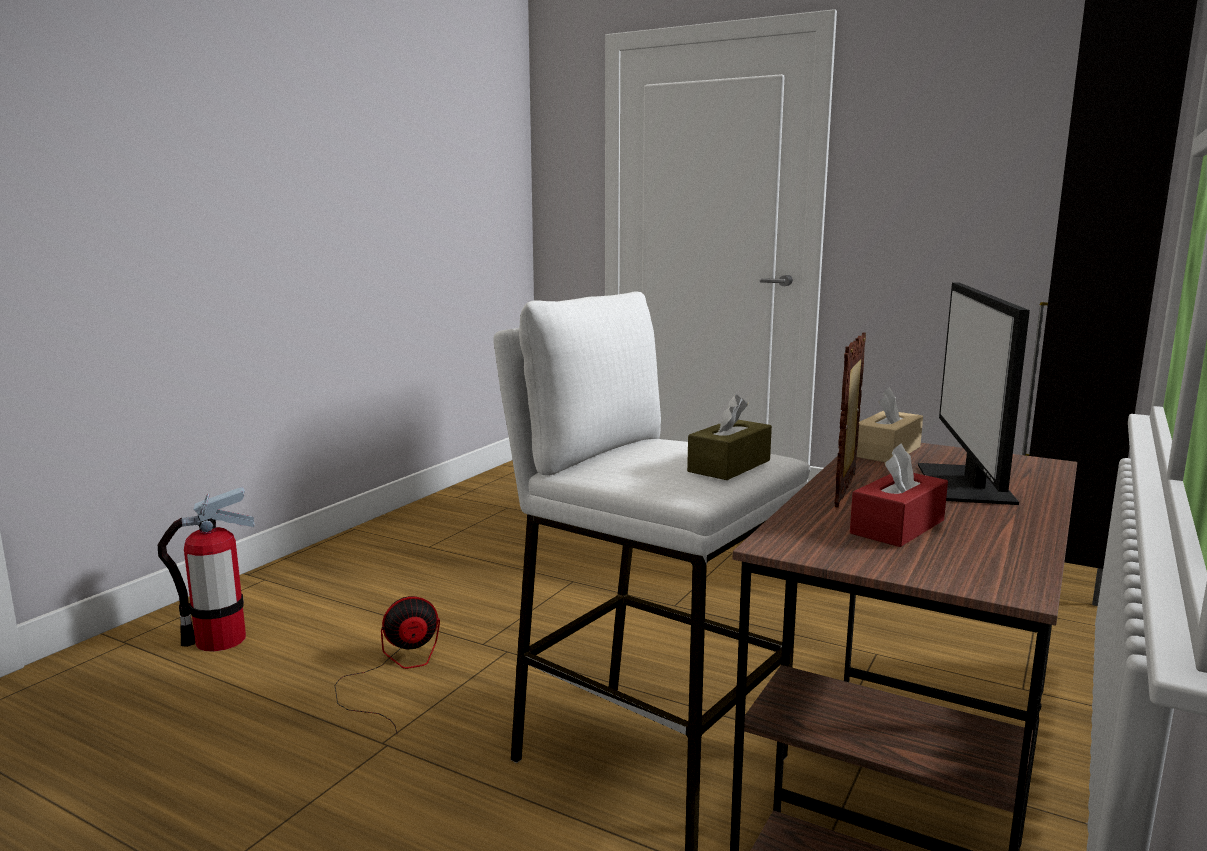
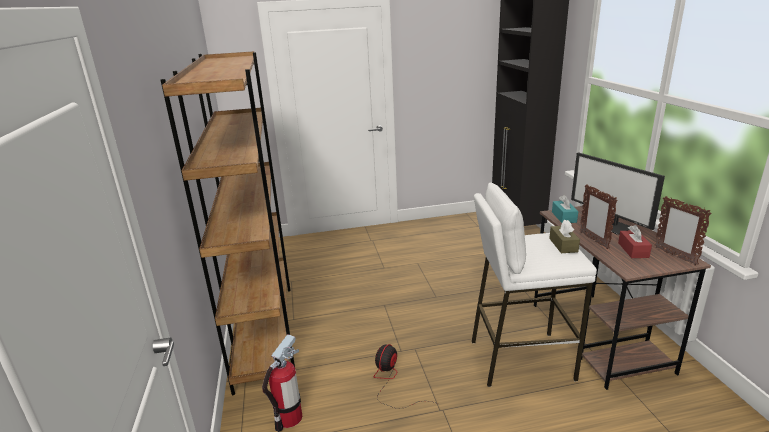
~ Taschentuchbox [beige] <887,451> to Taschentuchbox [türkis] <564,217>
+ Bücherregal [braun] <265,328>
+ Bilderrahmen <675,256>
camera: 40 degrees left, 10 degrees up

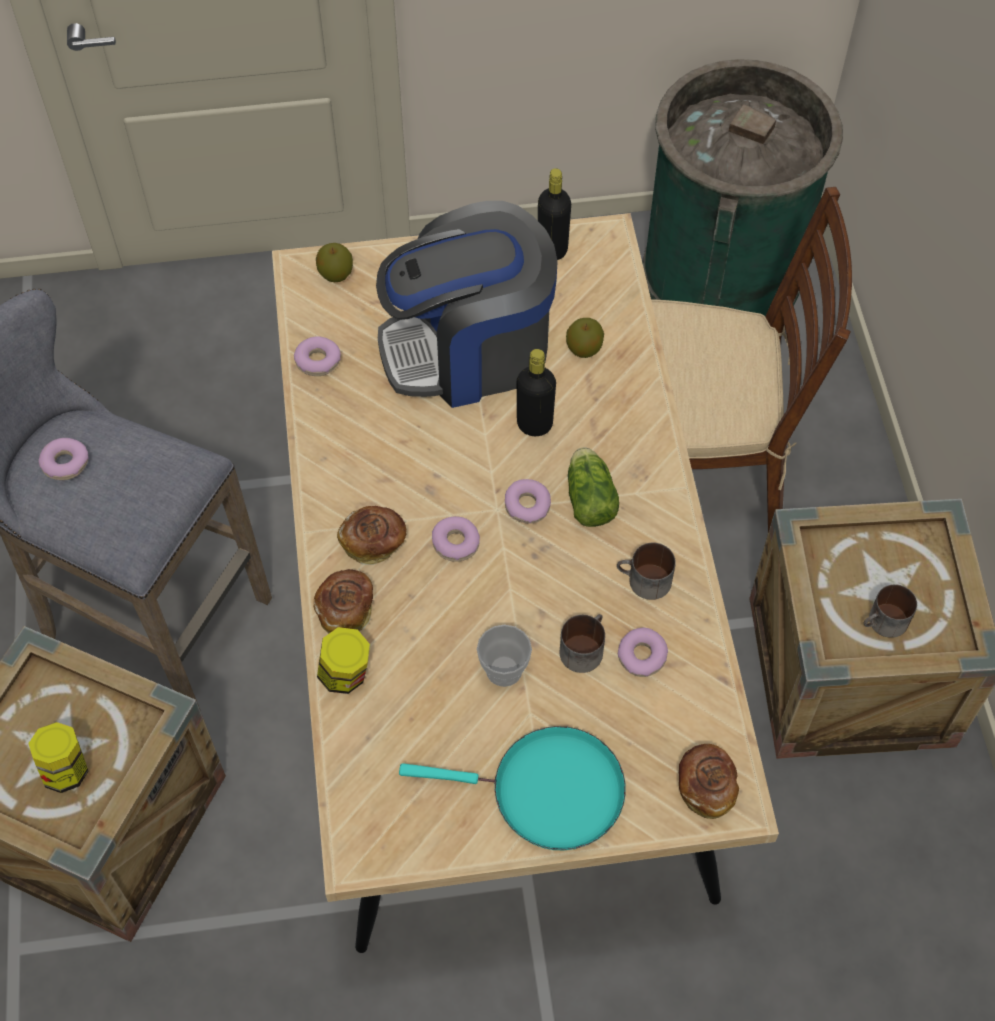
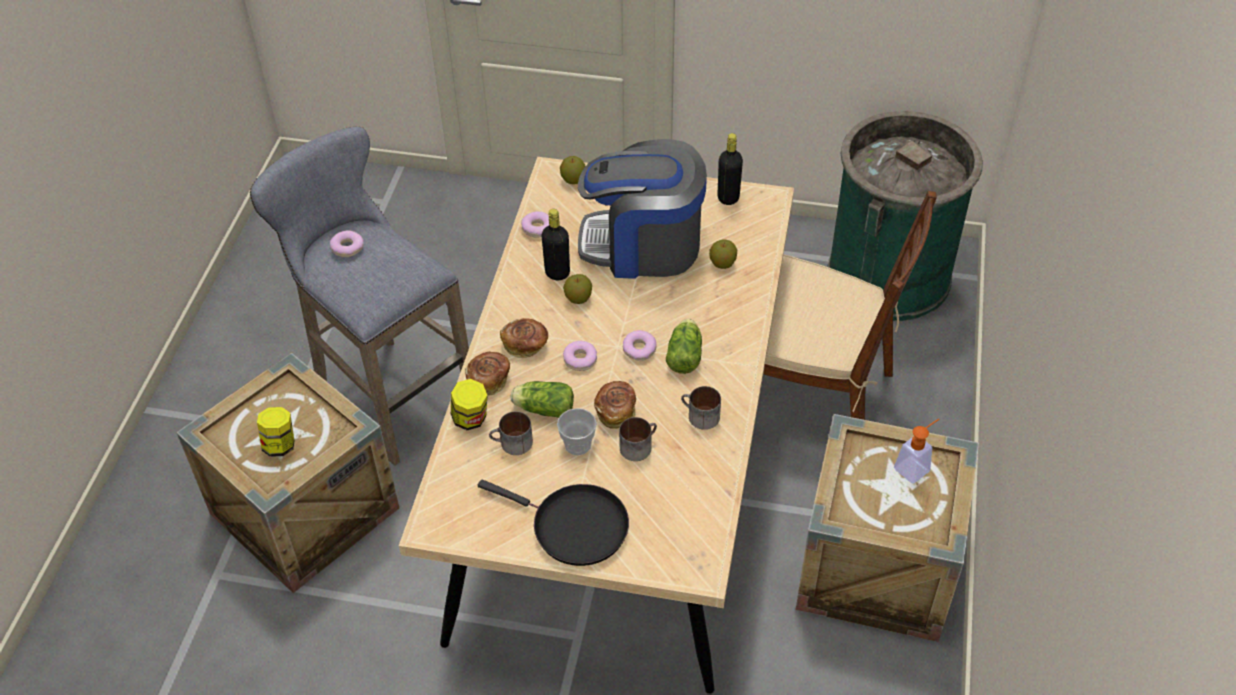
~ Pfanne [türkis] <548,792> to Pfanne [schwarz] <574,527>
~ Flasche [schwarz] <534,424> to <557,273>
- Donut <641,656>
~ Brot <706,787> to <616,411>
~ Henkelbecher <884,623> to <512,444>
+ Salatkopf <542,409>
+ Apfel <578,298>
+ Seifenspender <915,466>
camera: 20 degrees right, 10 degrees down

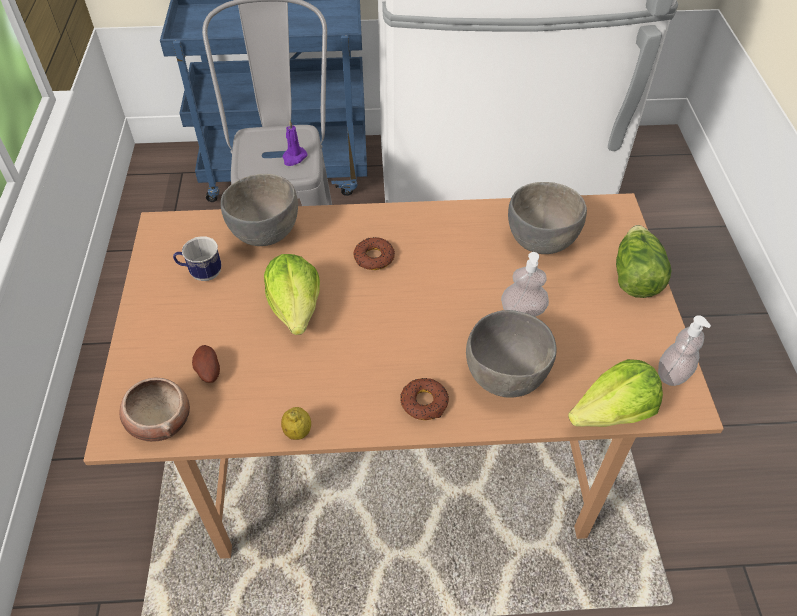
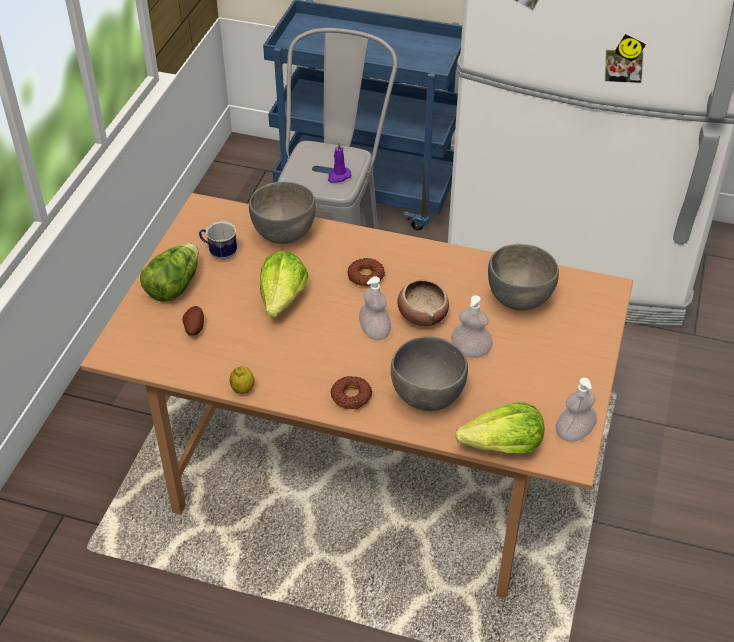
~ Schüssel <160,420> to <422,315>
~ Salatkopf <635,276> to <173,285>
+ Seifenspender <374,332>
camera: 20 degrees right, 5 degrees down

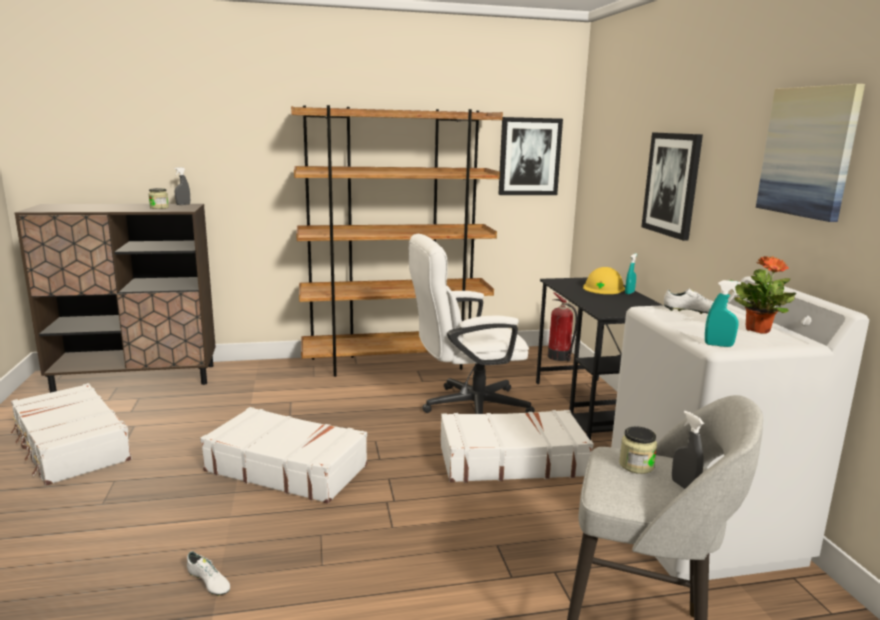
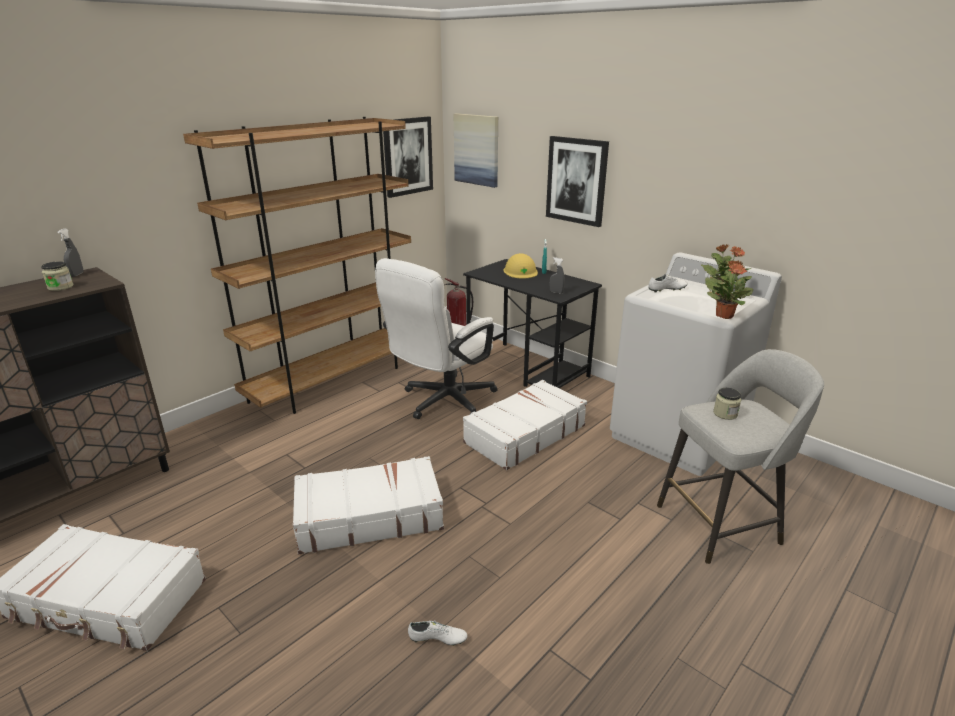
~ Sprühflasche [grau] <684,486> to <556,292>
~ Sprühflasche [türkis] <718,345> to Topfpflanze <724,315>
~ Bild <808,152> to <477,150>
camera: 35 degrees left, 10 degrees up

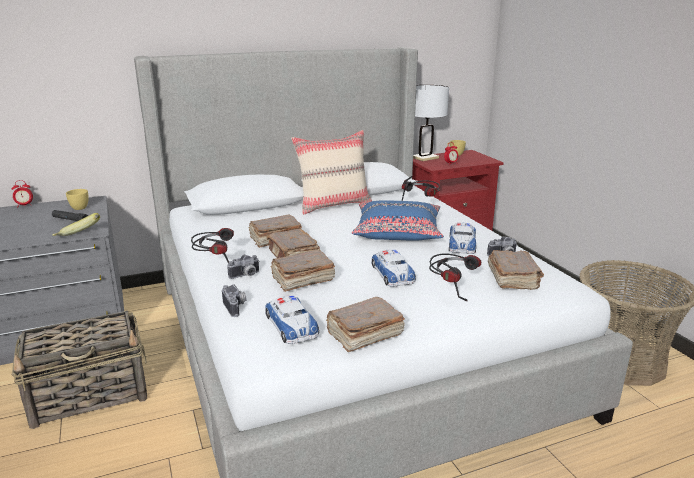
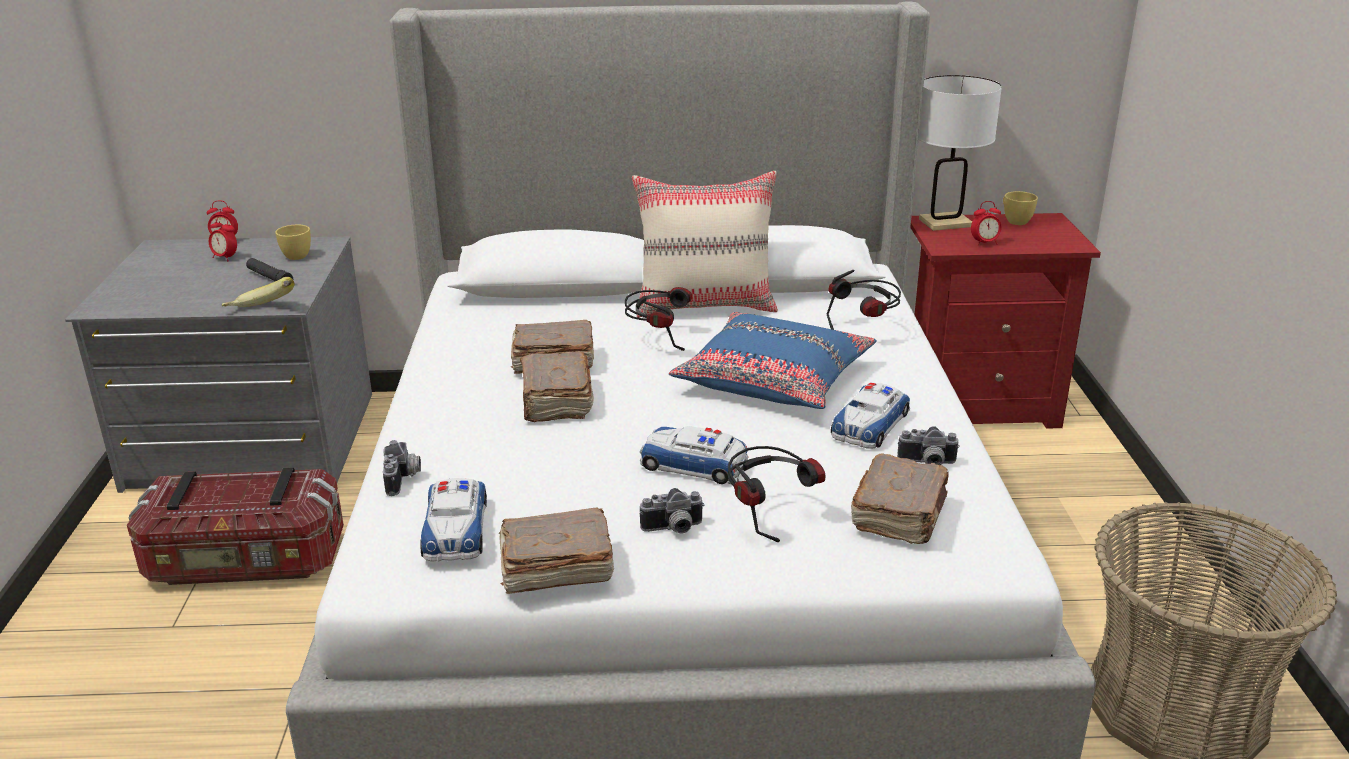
~ Korb <91,395> to Aufbewahrungsbox <246,563>
~ Kopfhörer <215,264> to <658,341>
~ Kamera <246,276> to <673,529>
- Buch [braun] <302,280>
~ Spielzeugauto <392,274> = <693,464> 105 degrees clockwise
+ Wecker <225,258>
camera: 20 degrees right, 5 degrees up

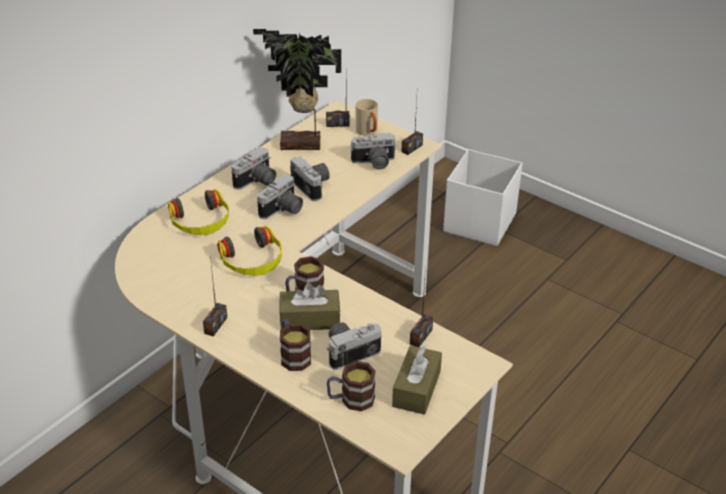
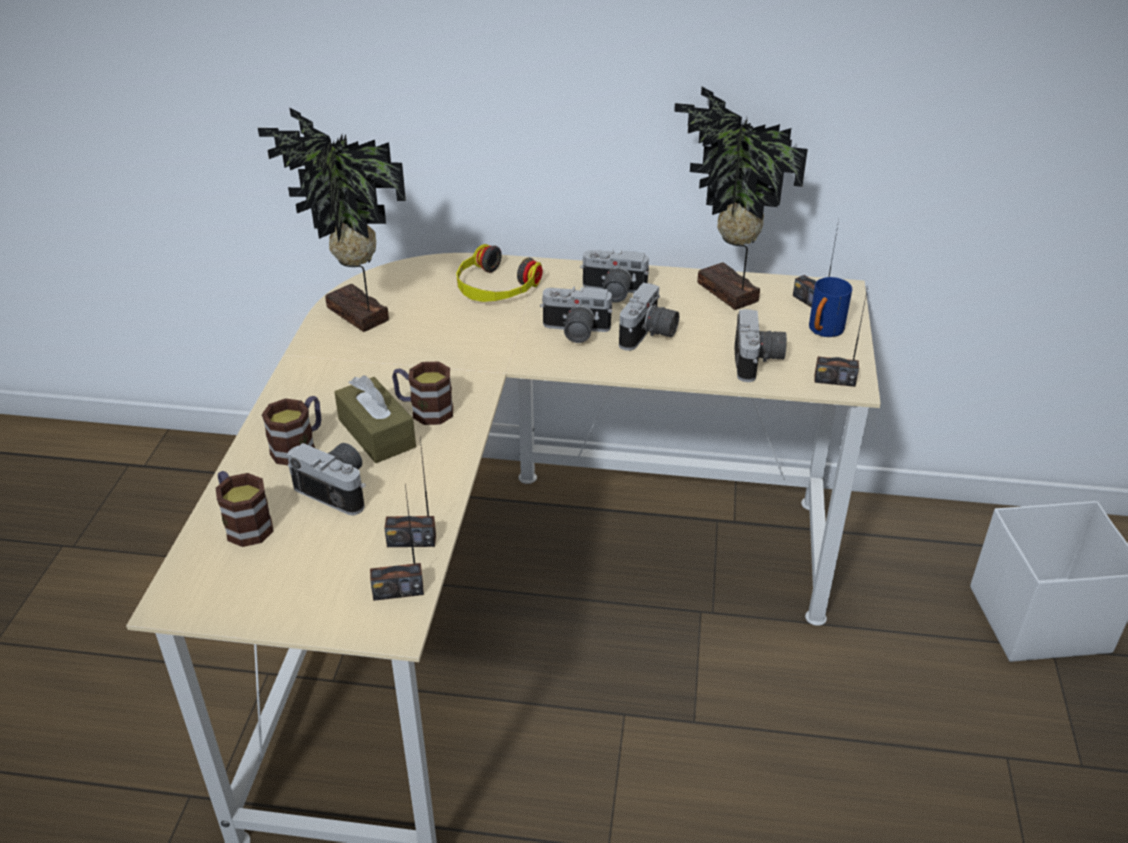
~ Radio <215,325> to <398,591>
- Kopfhörer <252,261>
~ Kamera <374,163> = <758,362> 135 degrees counterclockwise
~ Henkelbecher [beige] <368,133> to Henkelbecher [blau] <823,332>
- Taschentuchbox [braun] <416,389>
+ Topfpflanze <355,316>
camera: 60 degrees right, 0 degrees up

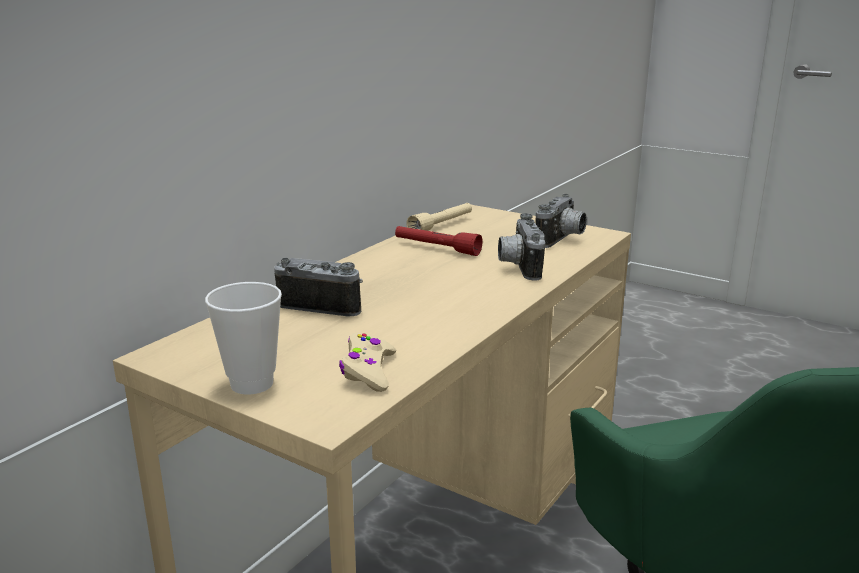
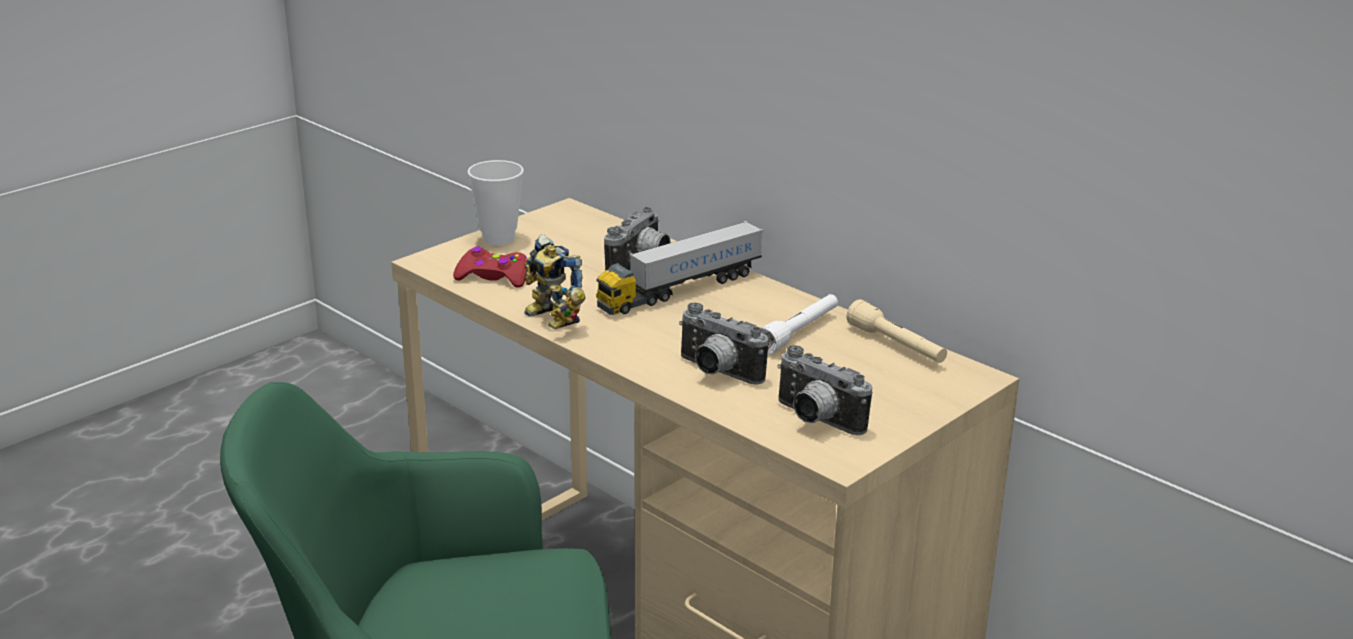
~ Gamepad [beige] <368,371> to Gamepad [rot] <493,277>
~ Taschenlampe [rot] <436,248> to Taschenlampe [weiß] <798,333>
~ Kamera <518,267> = <715,372> 150 degrees counterclockwise
+ Spielzeugroboter <549,319>
+ Spielzeuglaster <680,289>
camera: 100 degrees right, 5 degrees up

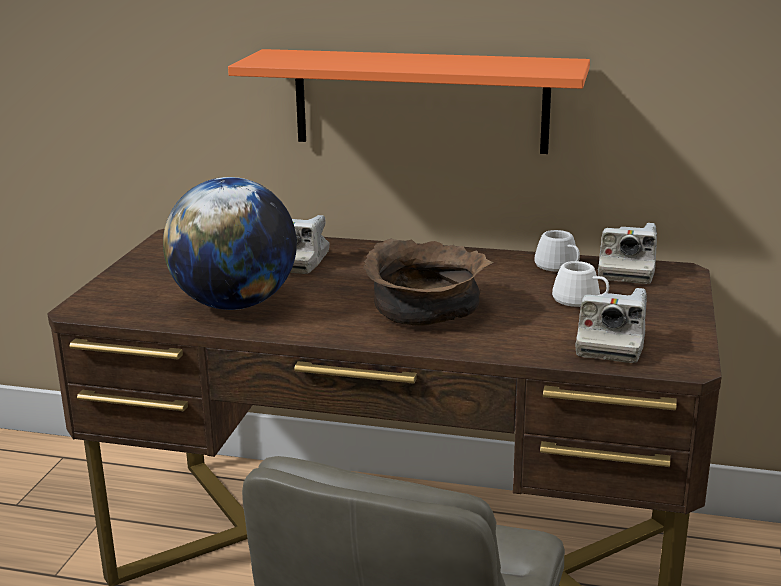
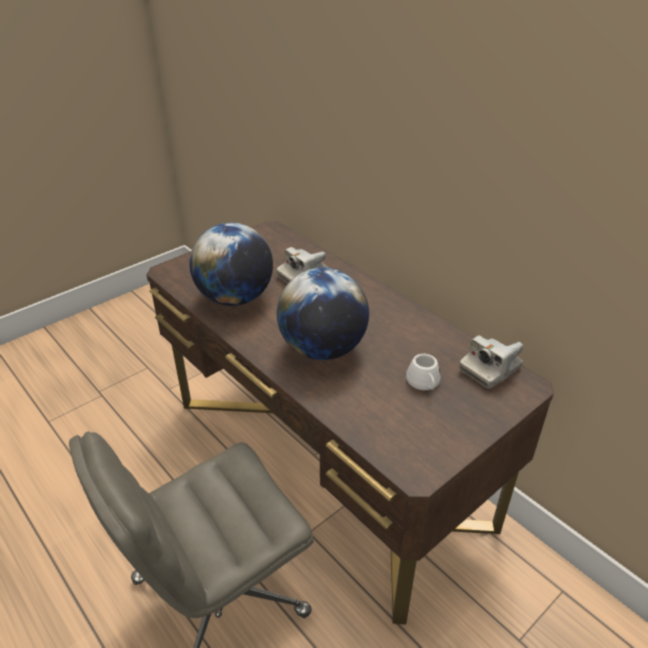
- Wandregal [orange] <420,101>
~ Schüssel [braun] <426,311> to Globus <323,349>
- Henkelbecher [weiß] <559,267>
- Kamera <611,344>
camera: 35 degrees right, 15 degrees up

